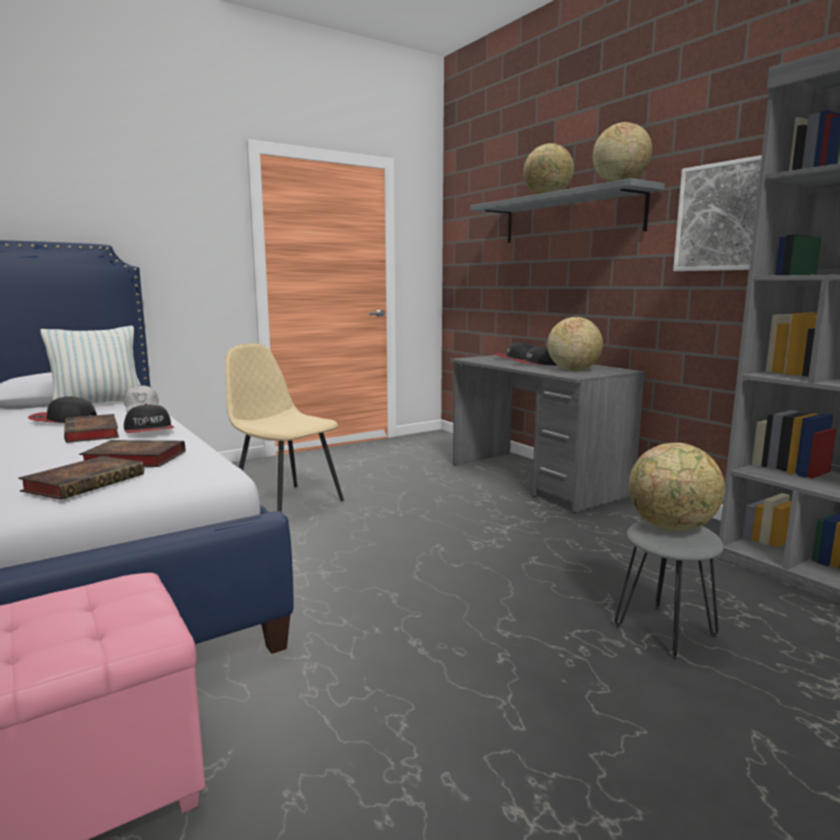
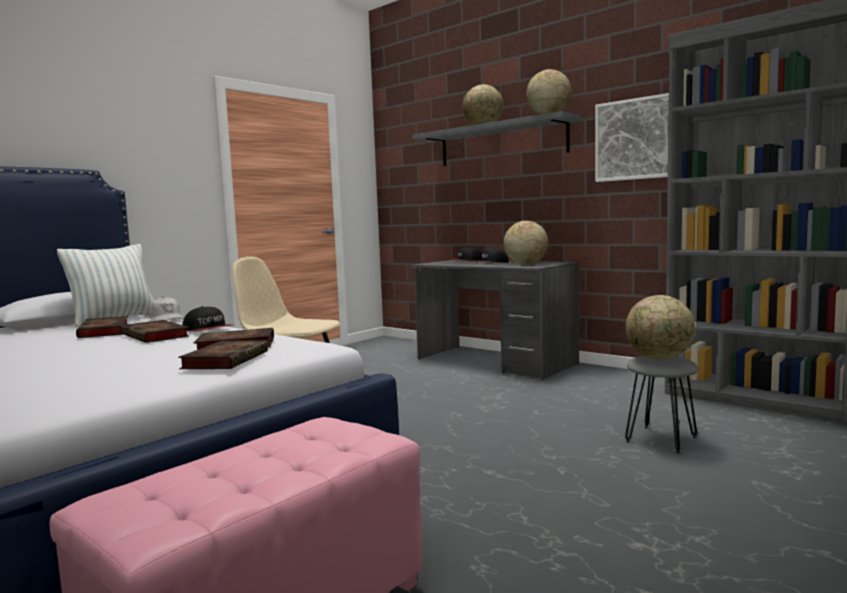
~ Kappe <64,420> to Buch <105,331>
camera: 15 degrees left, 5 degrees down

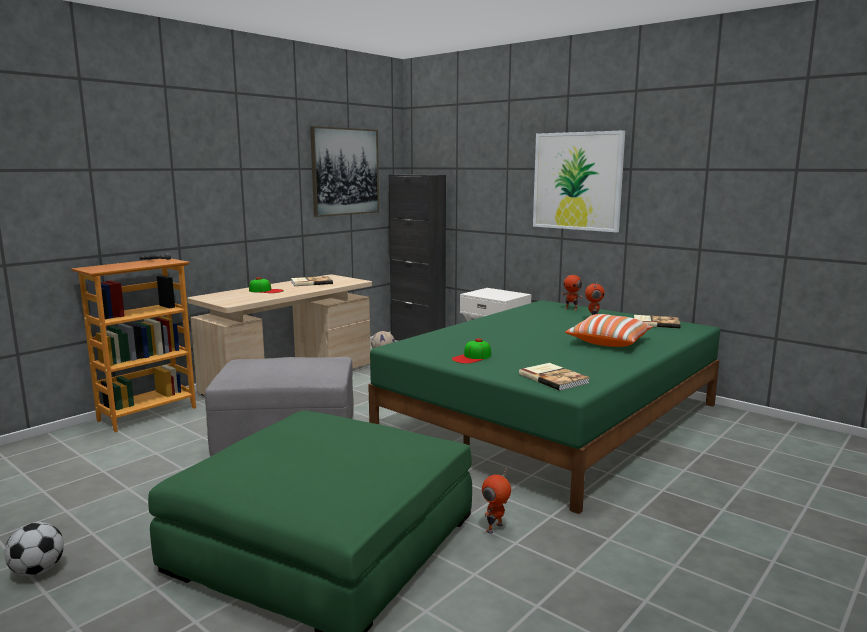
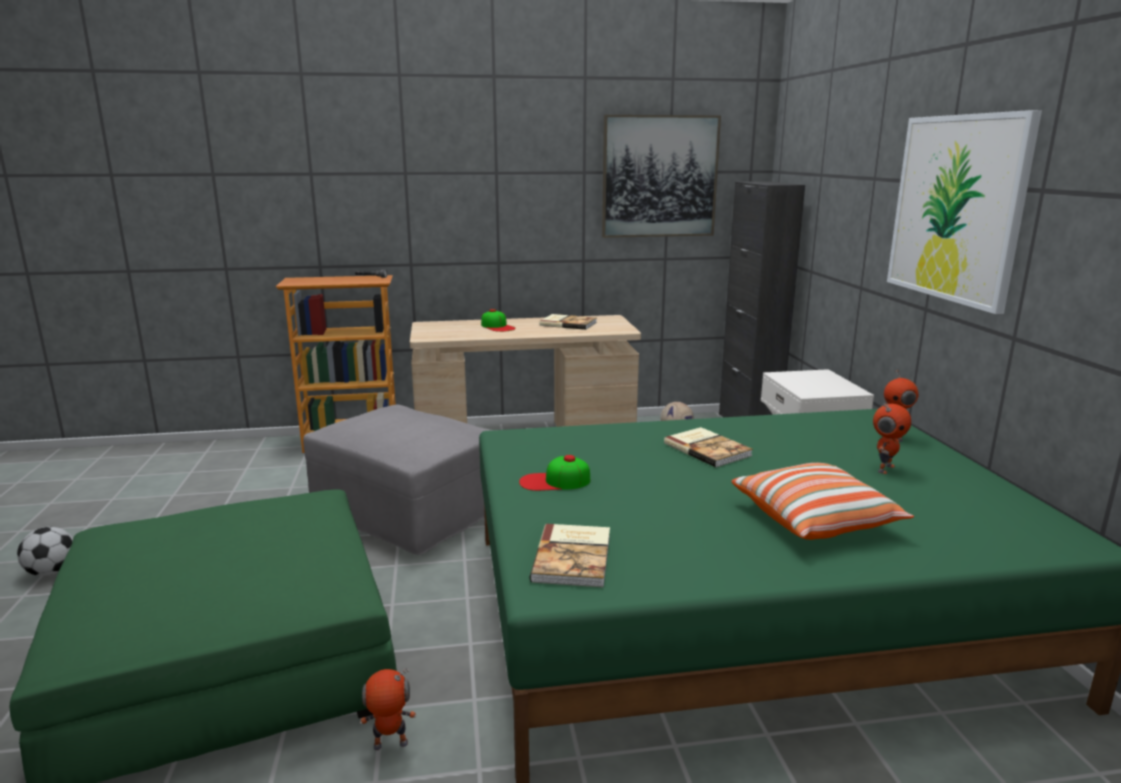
~ Buch <655,323> to <707,449>
camera: 40 degrees right, 5 degrees up

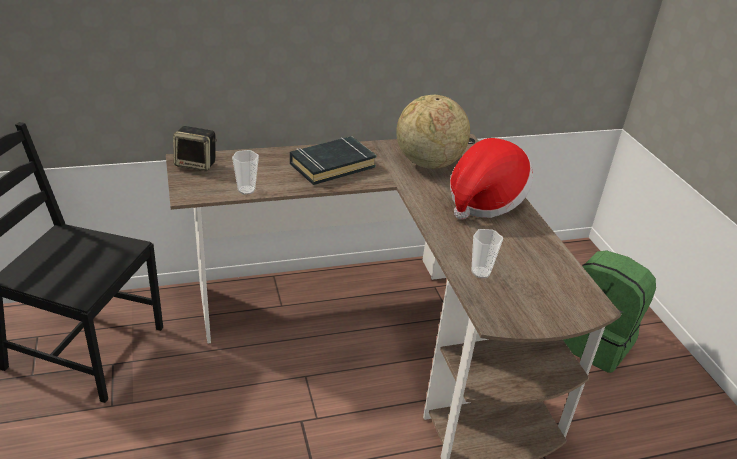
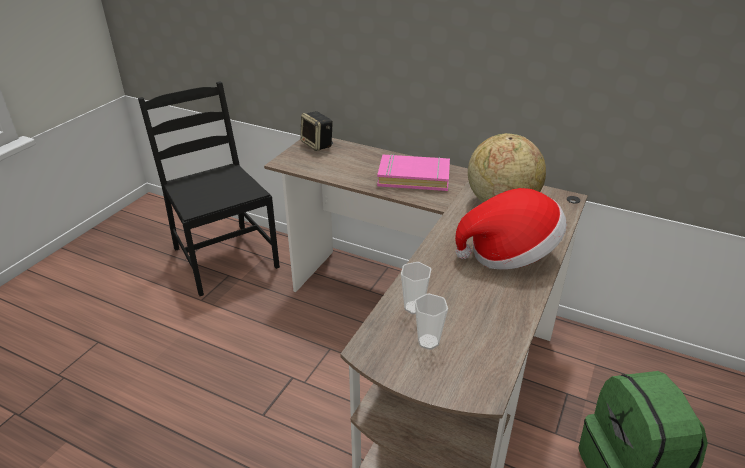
~ Tasse <246,190> to <428,342>
~ Buch [schwarz] <332,165> to Buch [rosa] <414,177>
camera: 45 degrees right, 0 degrees up

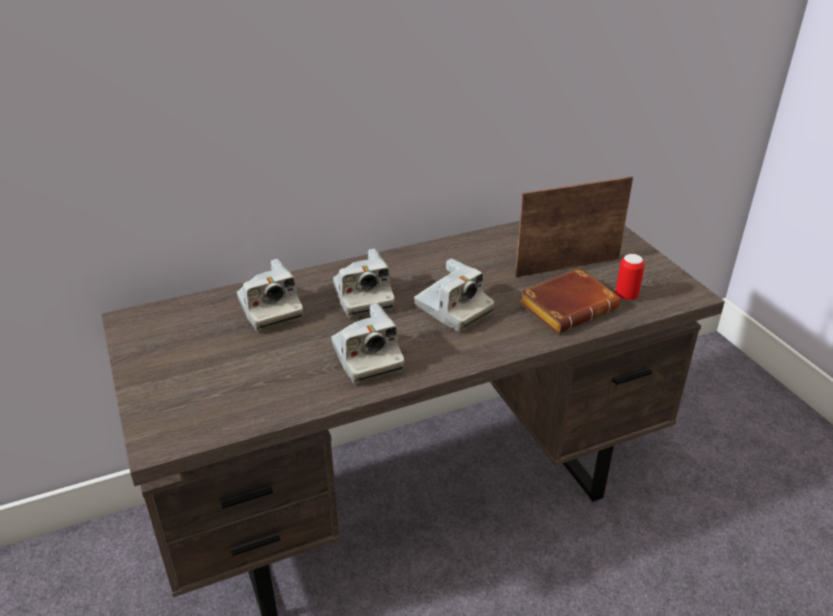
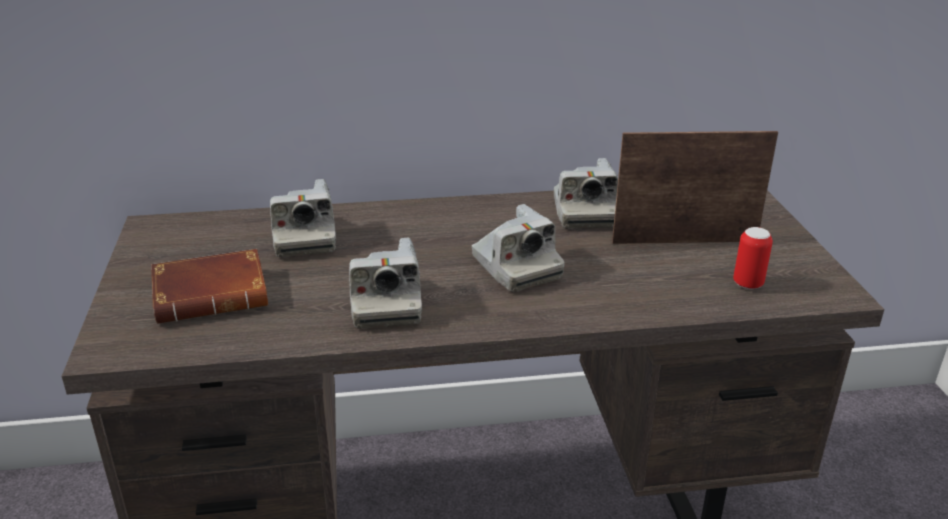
~ Kamera <363,298> to <583,212>
~ Buch [braun] <568,306> to <214,294>
camera: 15 degrees right, 5 degrees down

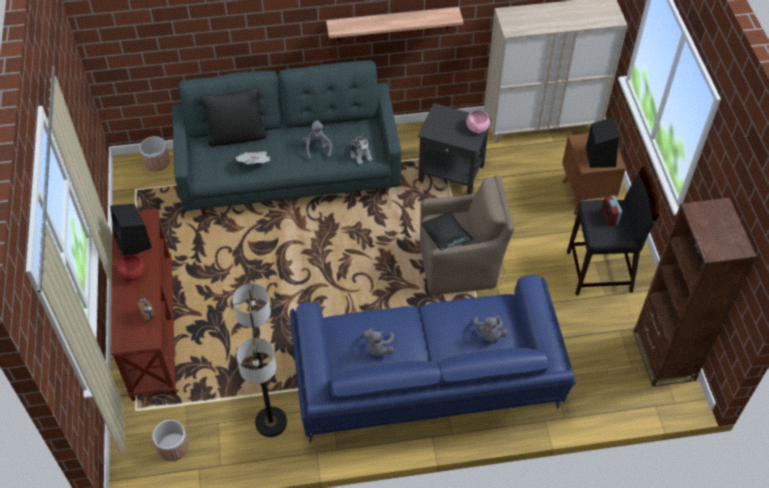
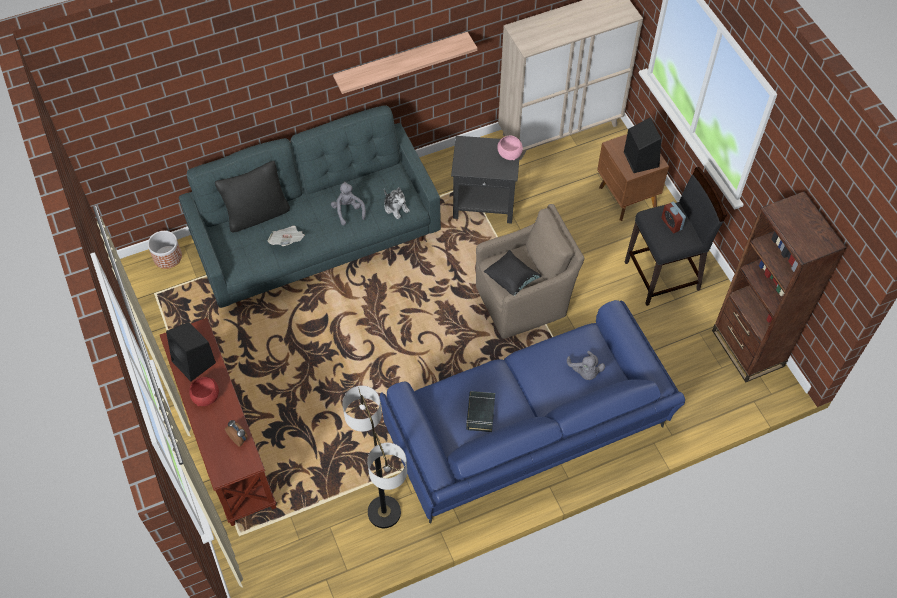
- Pflanzkübel <173,447>
~ Plüschtier [grau] <378,348> to Buch [schwarz] <480,413>
camera: 15 degrees left, 5 degrees up

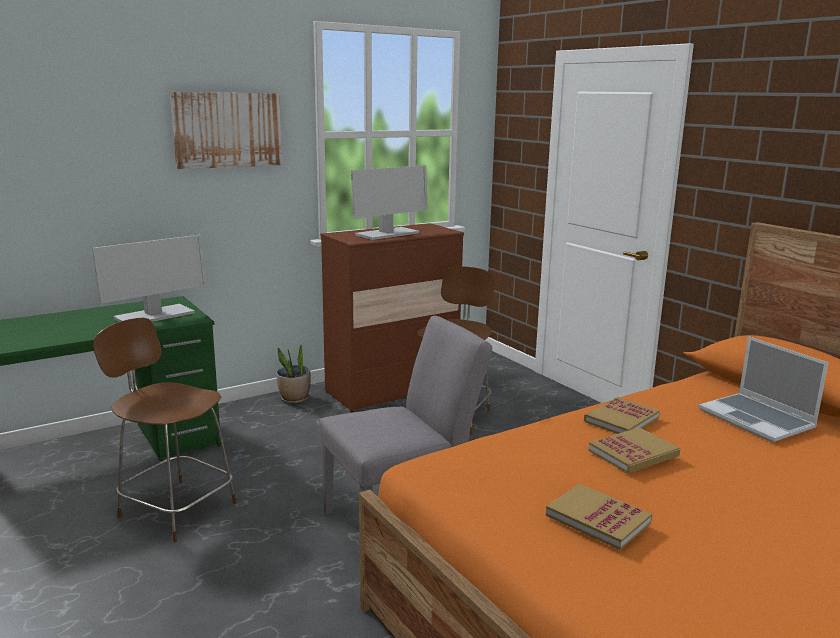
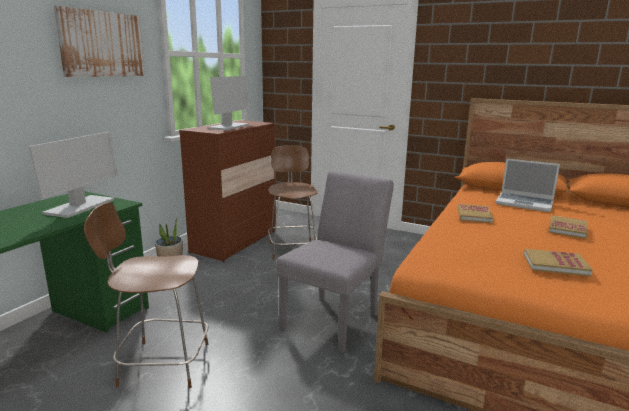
~ Buch <633,453> to <567,229>
camera: 30 degrees left, 0 degrees up

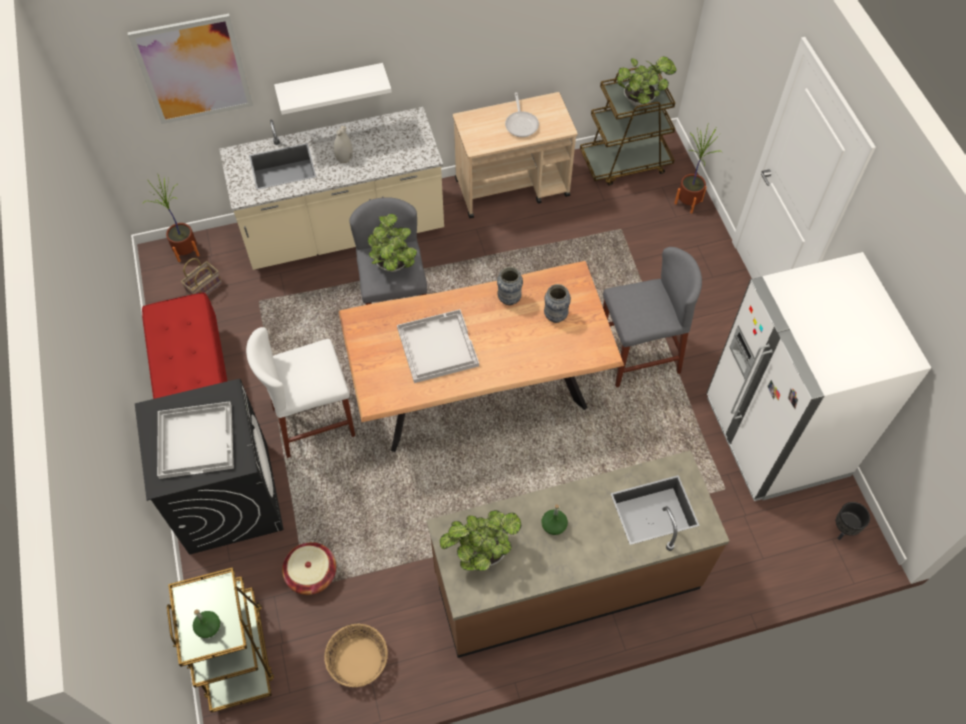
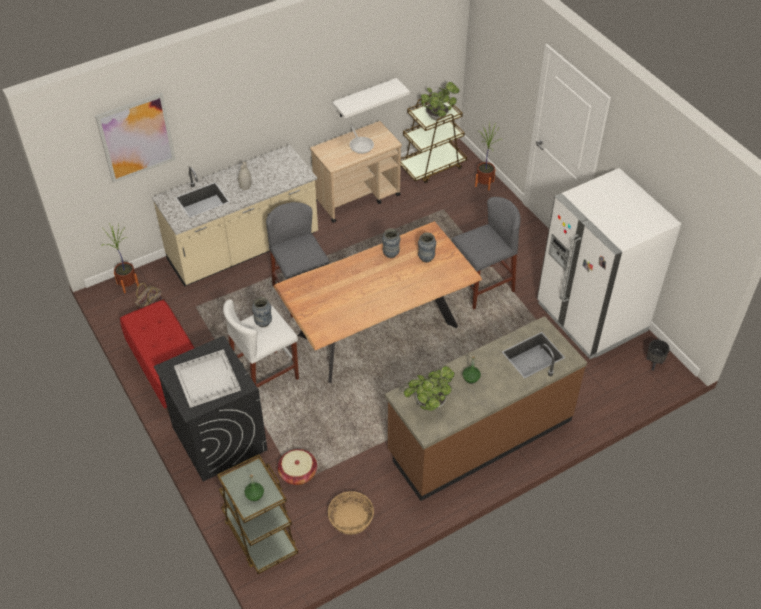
~ Wandregal [weiß] <330,85> to <364,98>
- Topfpflanze <393,266>
- Tablett [weiß] <436,346>
+ Vase <263,323>
camera: 15 degrees left, 10 degrees down

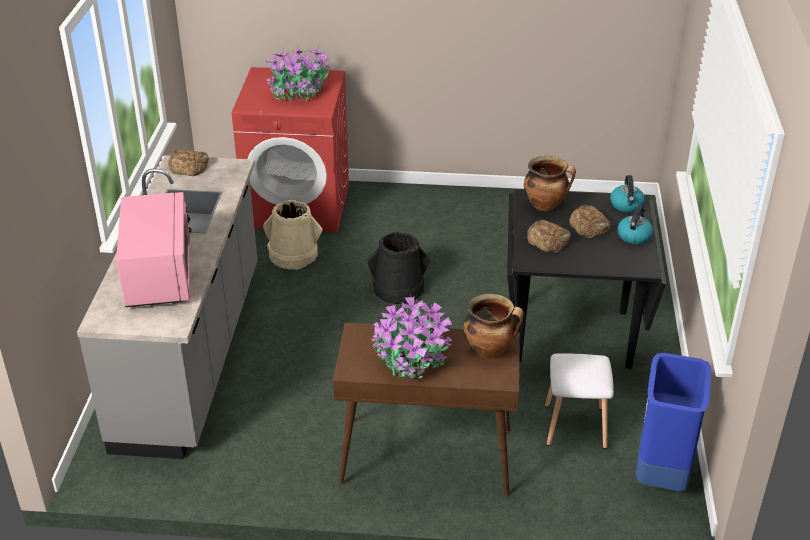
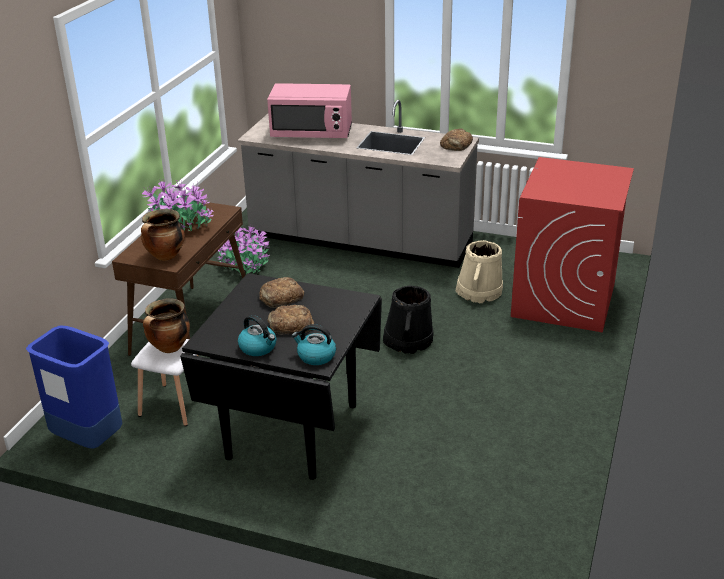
~ Topfpflanze <298,92> to <245,266>
~ Kochtopf <546,205> to <169,348>
camera: 105 degrees right, 5 degrees down

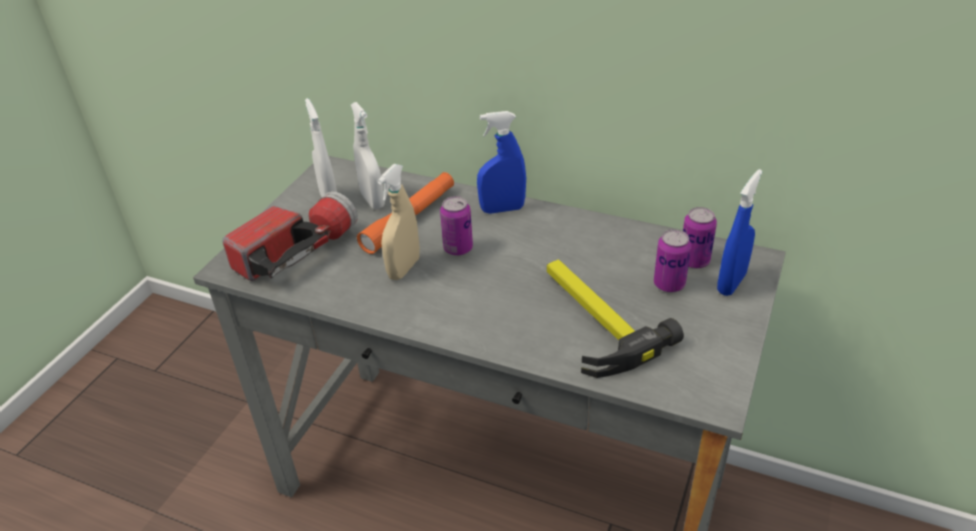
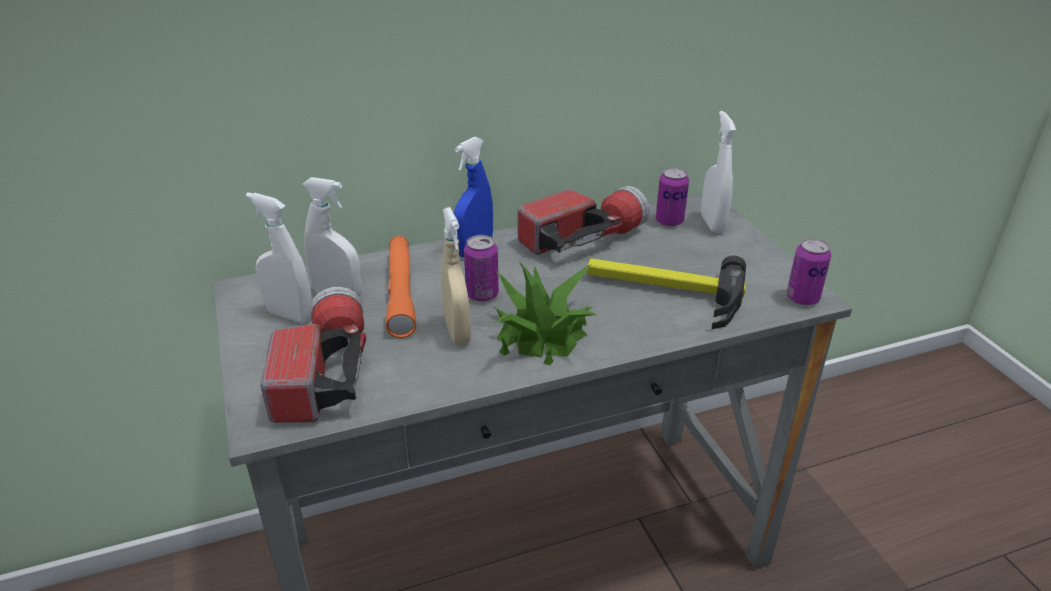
~ Dose <669,284> to <802,298>
~ Sprühflasche [blau] <731,283> to Sprühflasche [weiß] <712,224>
+ Topfpflanze <541,334>
+ Taschenlampe <582,238>
camera: 45 degrees left, 5 degrees down

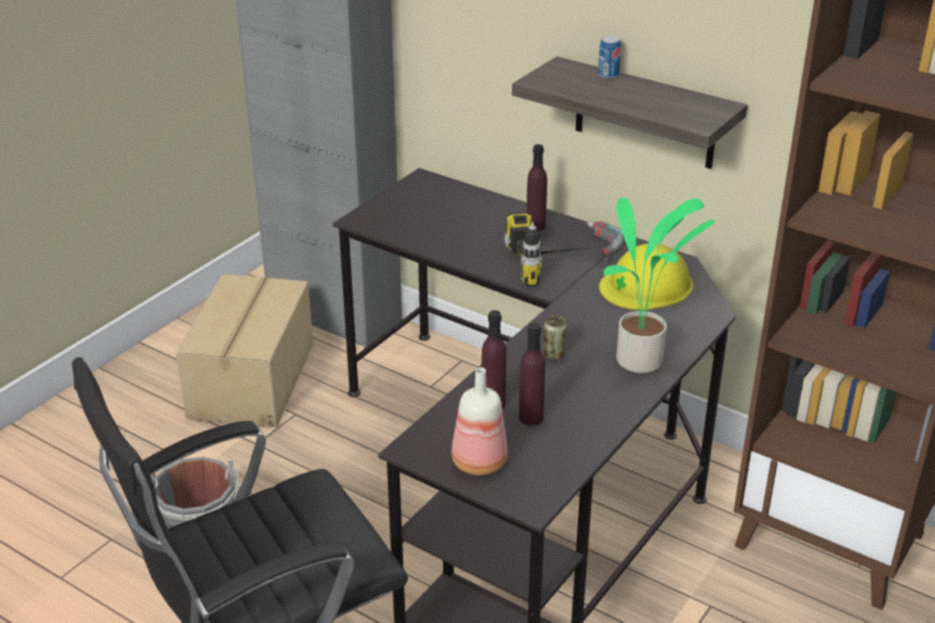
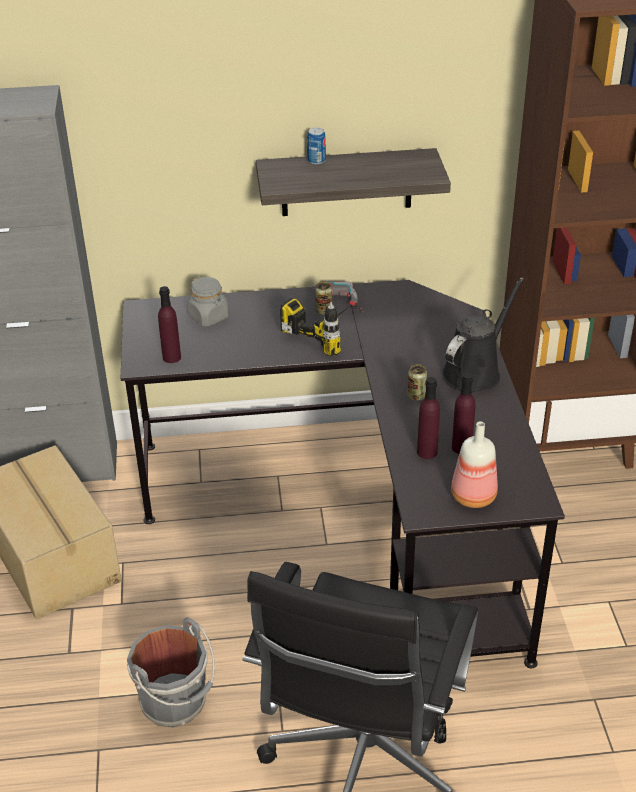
~ Flasche [lila] <535,226> to <171,357>
- Schutzhelm [gelb] <647,285>
~ Topfpflanze <642,362> to Gießkanne [schwarz] <474,371>
+ Vorratsglas [grau] <209,317>
+ Dose <324,311>
camera: 40 degrees left, 5 degrees up

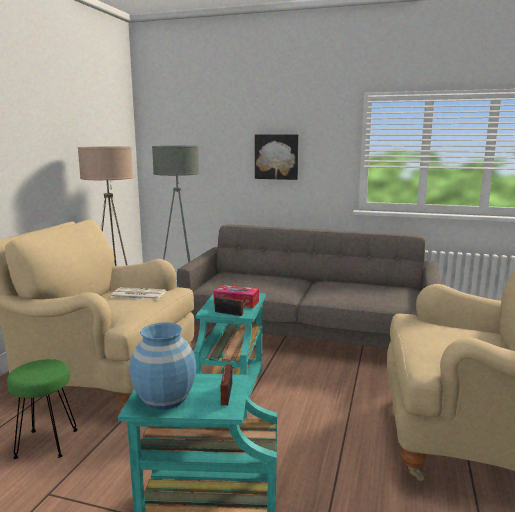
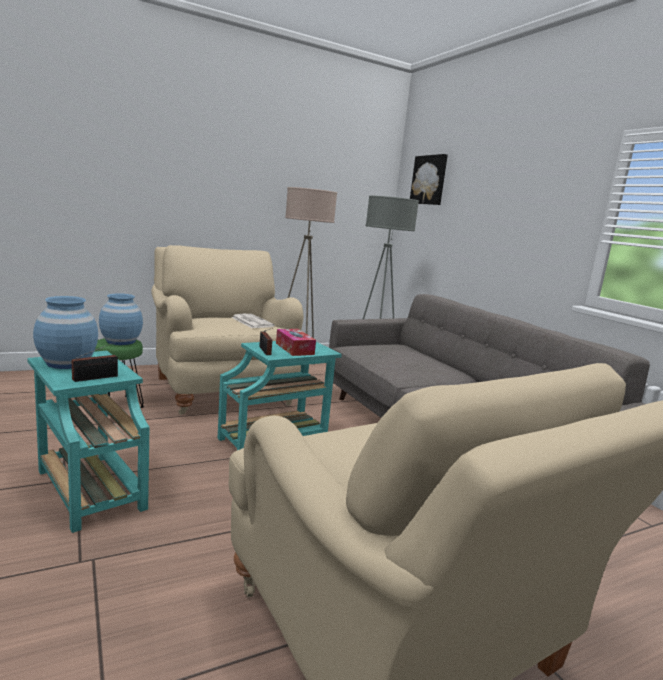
~ Bild <276,156> to <429,180>
+ Vase [blau] <121,341>
camera: 45 degrees right, 0 degrees up

